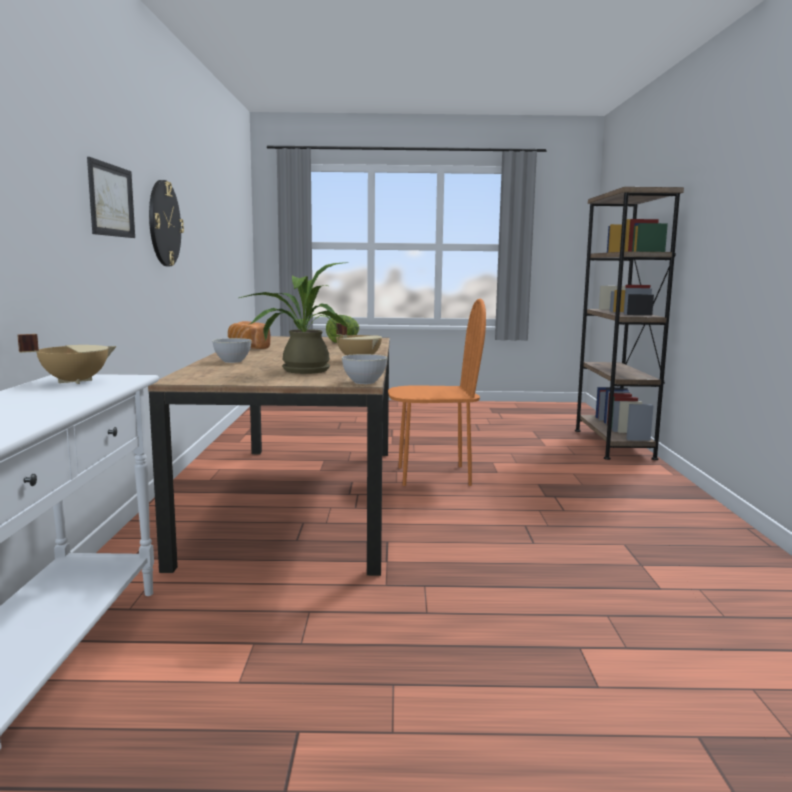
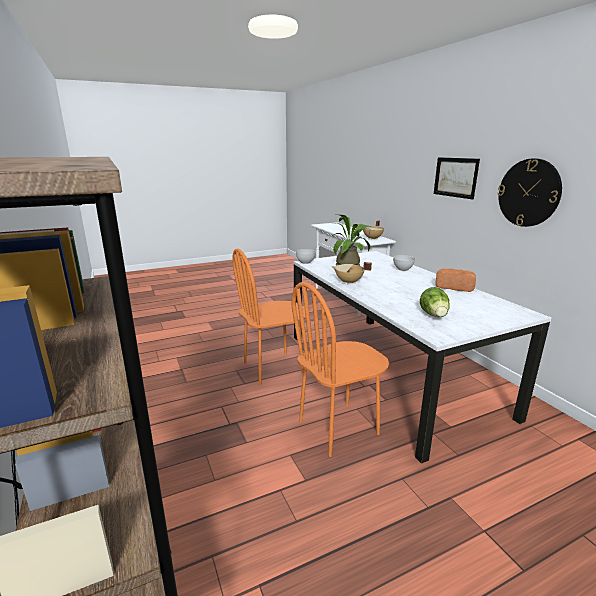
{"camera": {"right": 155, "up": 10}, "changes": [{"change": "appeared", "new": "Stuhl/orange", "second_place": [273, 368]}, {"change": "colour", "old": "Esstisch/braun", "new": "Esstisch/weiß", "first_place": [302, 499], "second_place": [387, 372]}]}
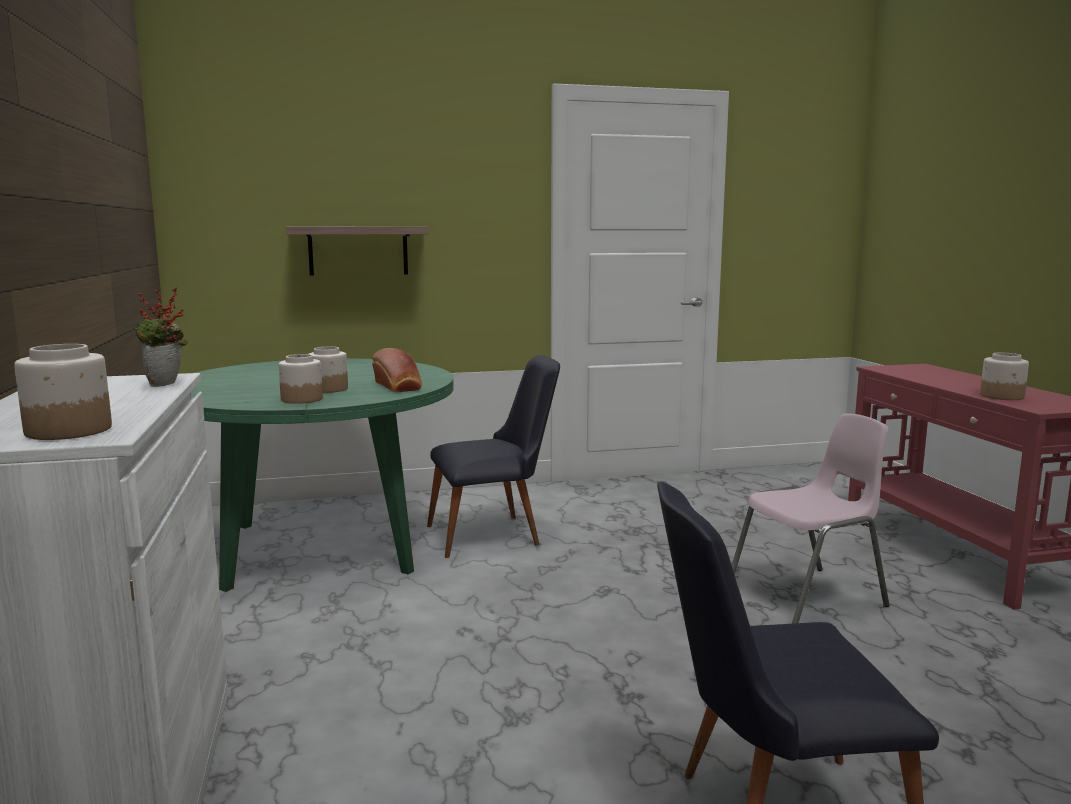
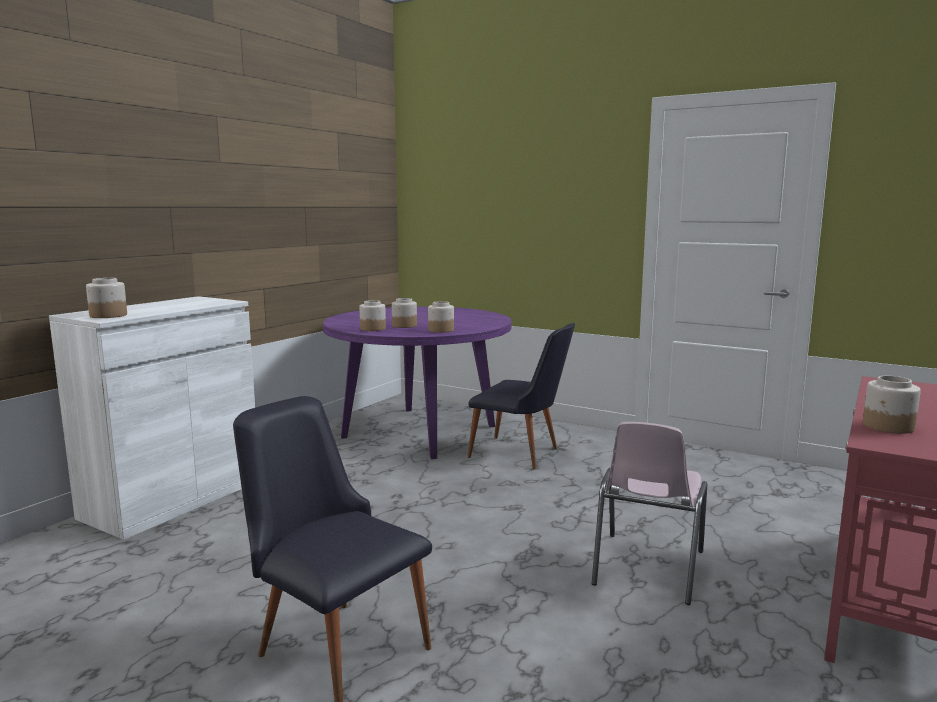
{"camera": {"right": 45, "up": 0}, "changes": [{"change": "colour", "old": "Esstisch/grün", "new": "Esstisch/lila", "first_place": [320, 547], "second_place": [419, 431]}, {"change": "exchanged", "old": "Brot", "new": "Vorratsglas", "first_place": [398, 387], "second_place": [440, 330]}, {"change": "spun", "old": "Stuhl/rosa", "first_place": [809, 597], "second_place": [646, 568], "degrees": 90}, {"change": "missing", "old": "Topfpflanze", "first_place": [166, 385]}, {"change": "missing", "old": "Wandregal", "first_place": [358, 250]}]}
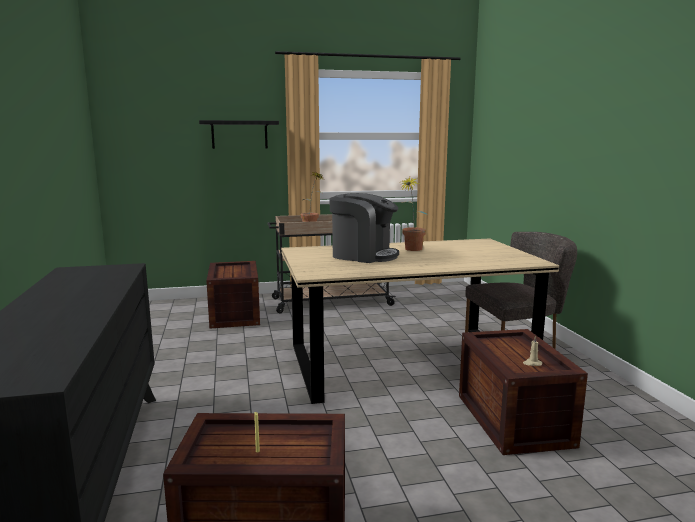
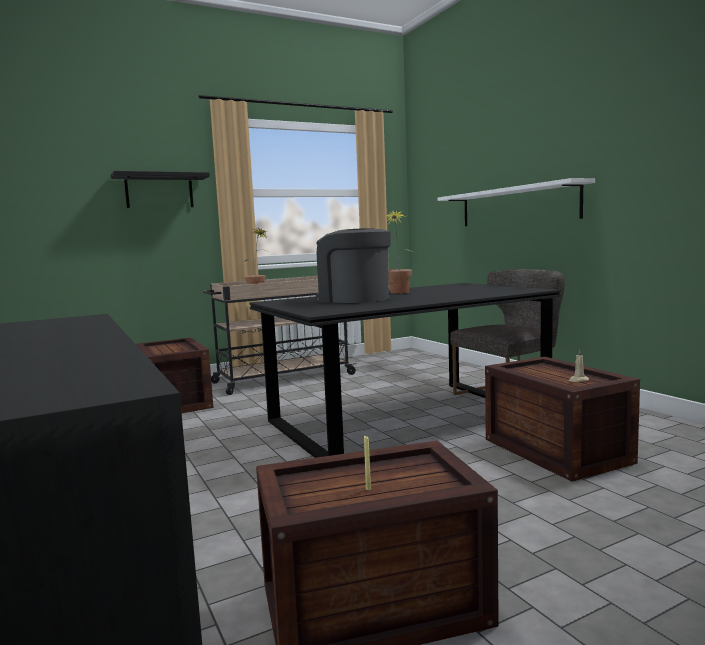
{"camera": {"right": -15, "up": -5}, "changes": [{"change": "colour", "old": "Esstisch/beige", "new": "Esstisch/schwarz", "first_place": [406, 360], "second_place": [406, 417]}, {"change": "spun", "old": "Kaffeemaschine", "first_place": [363, 255], "second_place": [354, 299], "degrees": -150}, {"change": "appeared", "new": "Wandregal/weiß", "second_place": [517, 206]}]}
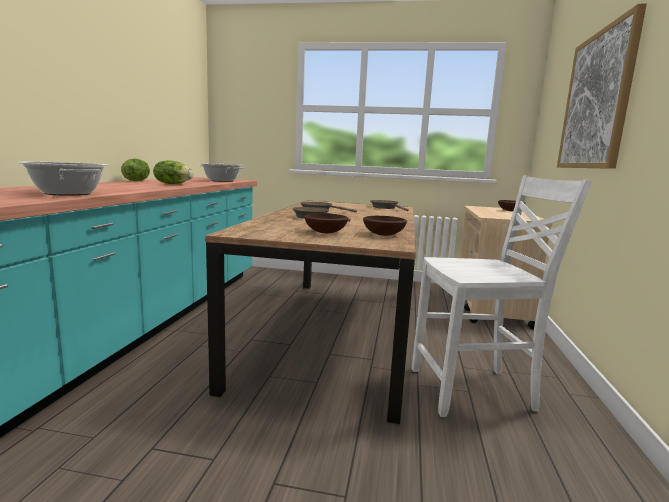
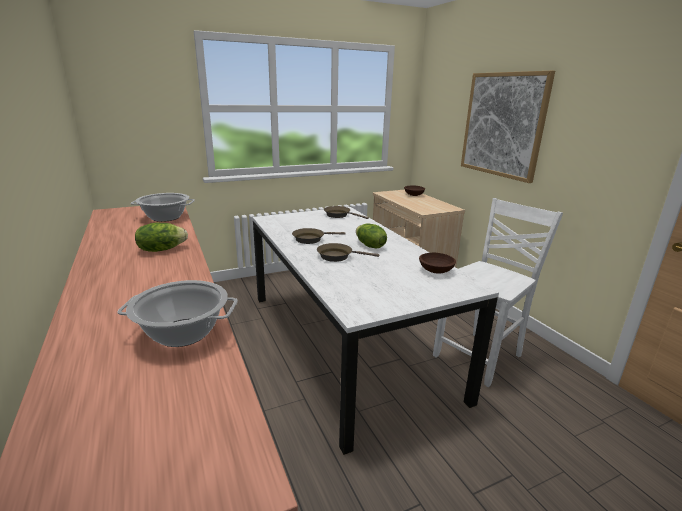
{"camera": {"right": -35, "up": 10}, "changes": [{"change": "colour", "old": "Esstisch/braun", "new": "Esstisch/weiß", "first_place": [335, 331], "second_place": [345, 342]}, {"change": "relocated", "old": "Salatkopf", "first_place": [136, 181], "second_place": [369, 246]}, {"change": "missing", "old": "Schüssel/braun", "first_place": [326, 232]}]}
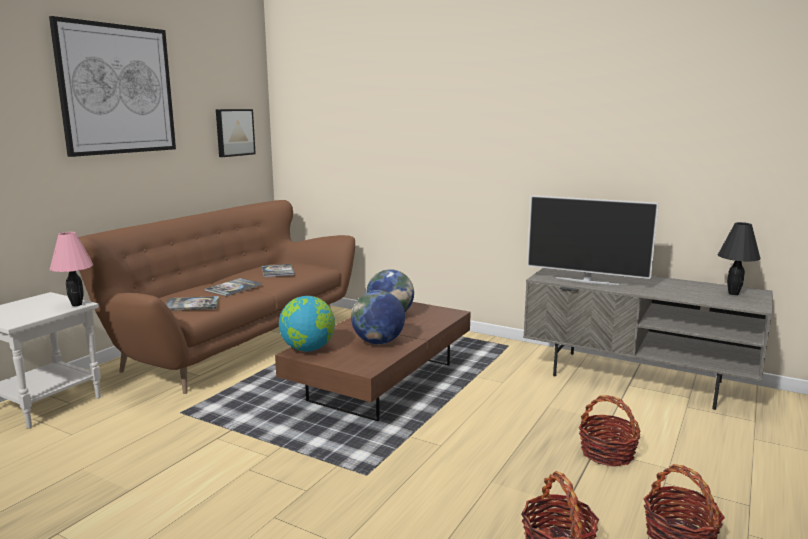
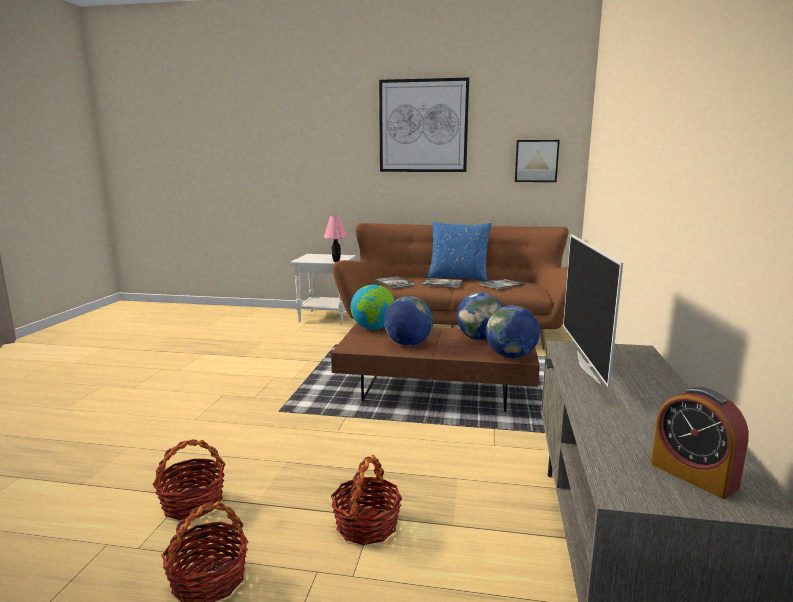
{"camera": {"right": 70, "up": 0}, "changes": [{"change": "appeared", "new": "Kissen/blau", "second_place": [458, 278]}, {"change": "appeared", "new": "Globus", "second_place": [511, 356]}, {"change": "exchanged", "old": "Tischlampe/schwarz", "new": "Wecker", "first_place": [733, 294], "second_place": [693, 475]}]}
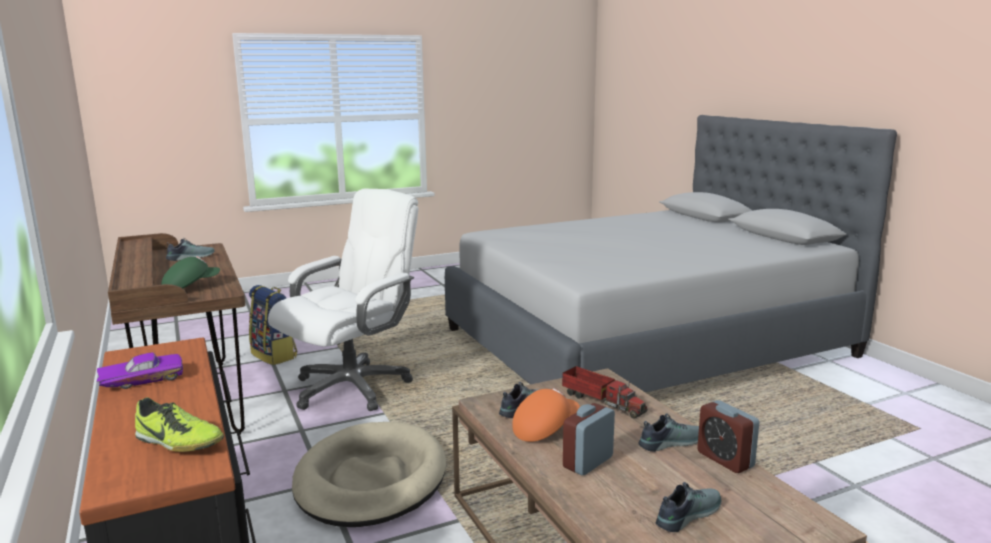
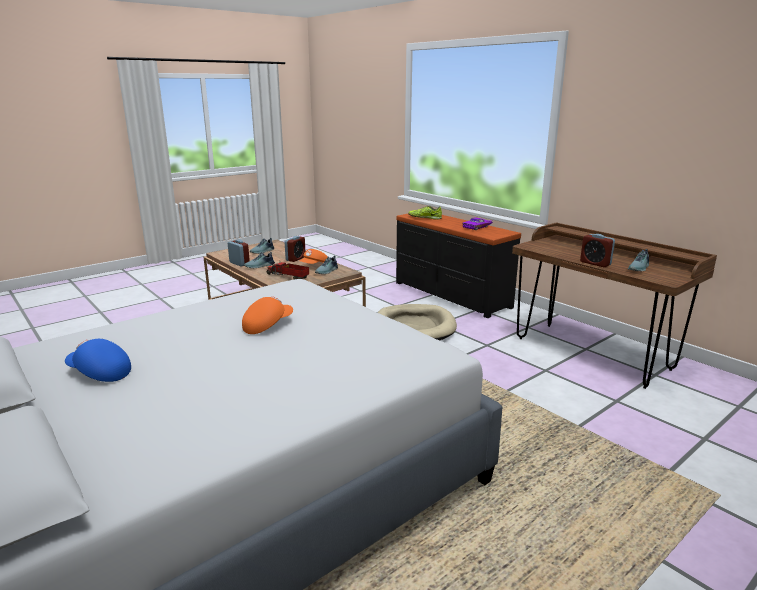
{"camera": {"right": 165, "up": 5}, "changes": [{"change": "appeared", "new": "Kappe/blau", "second_place": [99, 373]}, {"change": "appeared", "new": "Kappe/orange", "second_place": [267, 325]}, {"change": "appeared", "new": "Wecker", "second_place": [595, 263]}, {"change": "missing", "old": "Kappe/grün", "first_place": [190, 287]}, {"change": "missing", "old": "Rucksack", "first_place": [275, 355]}, {"change": "missing", "old": "Bürostuhl/weiß", "first_place": [352, 387]}]}
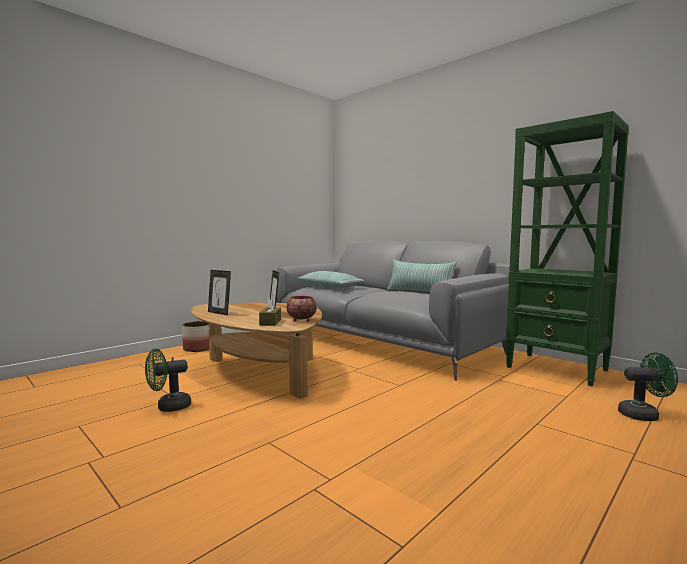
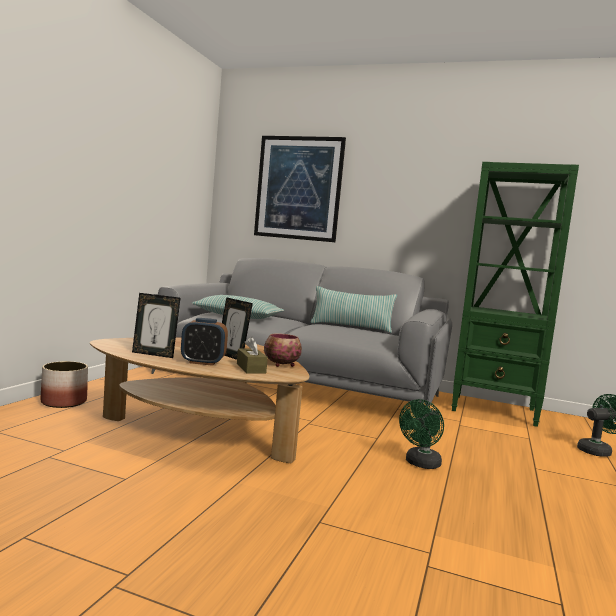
{"camera": {"right": -25, "up": 0}, "changes": [{"change": "appeared", "new": "Wecker", "second_place": [202, 362]}, {"change": "appeared", "new": "Bild", "second_place": [298, 188]}, {"change": "relocated", "old": "Ventilator/grün", "first_place": [168, 407], "second_place": [420, 464]}]}
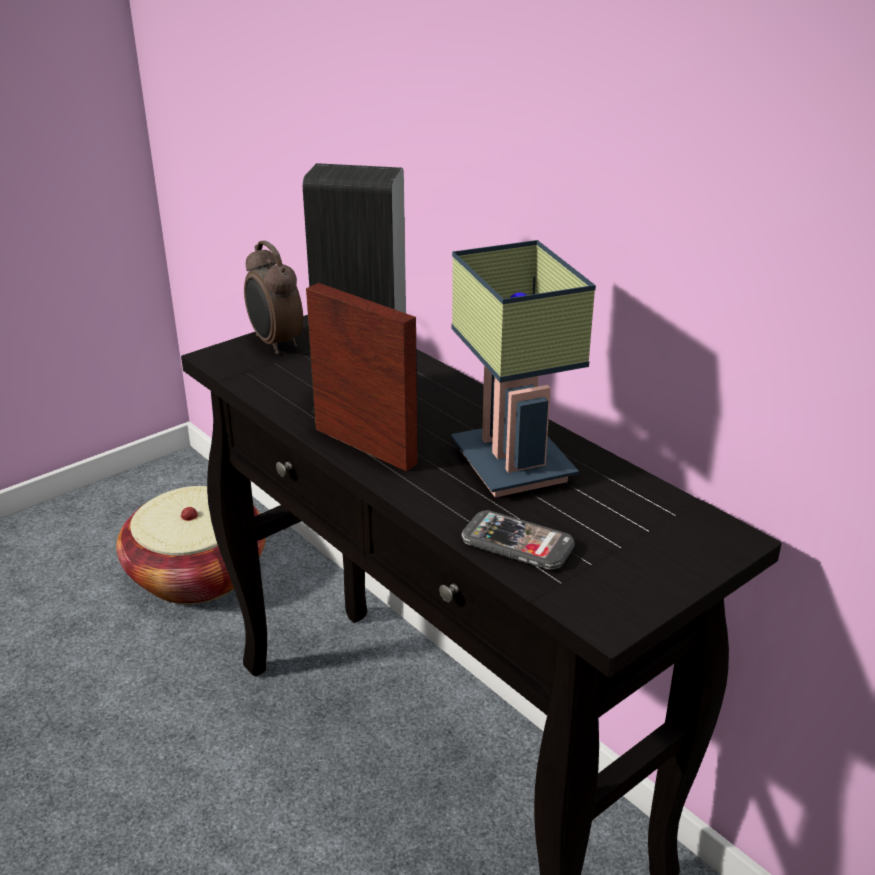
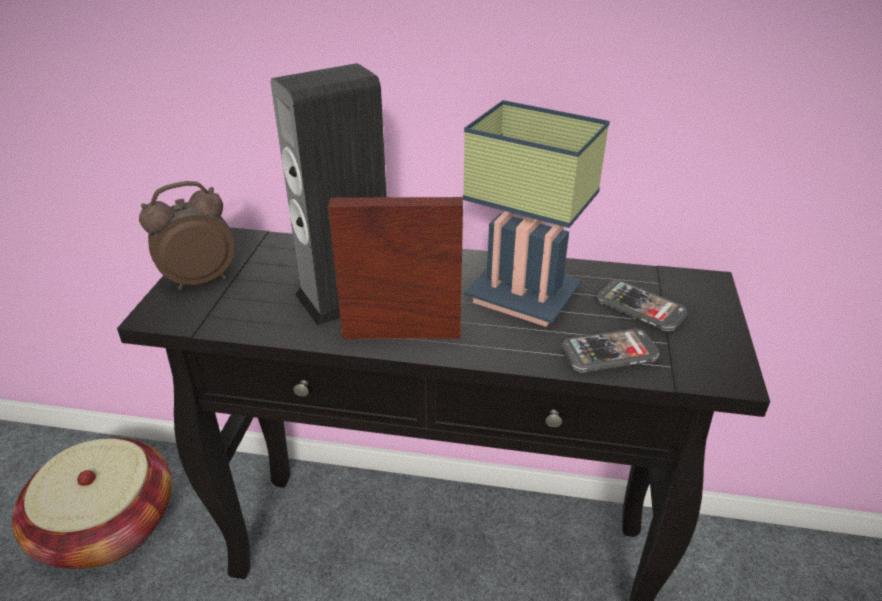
{"camera": {"right": -40, "up": 5}, "changes": [{"change": "spun", "old": "Wecker", "first_place": [275, 344], "second_place": [199, 279], "degrees": 135}, {"change": "appeared", "new": "Handy", "second_place": [640, 308]}]}
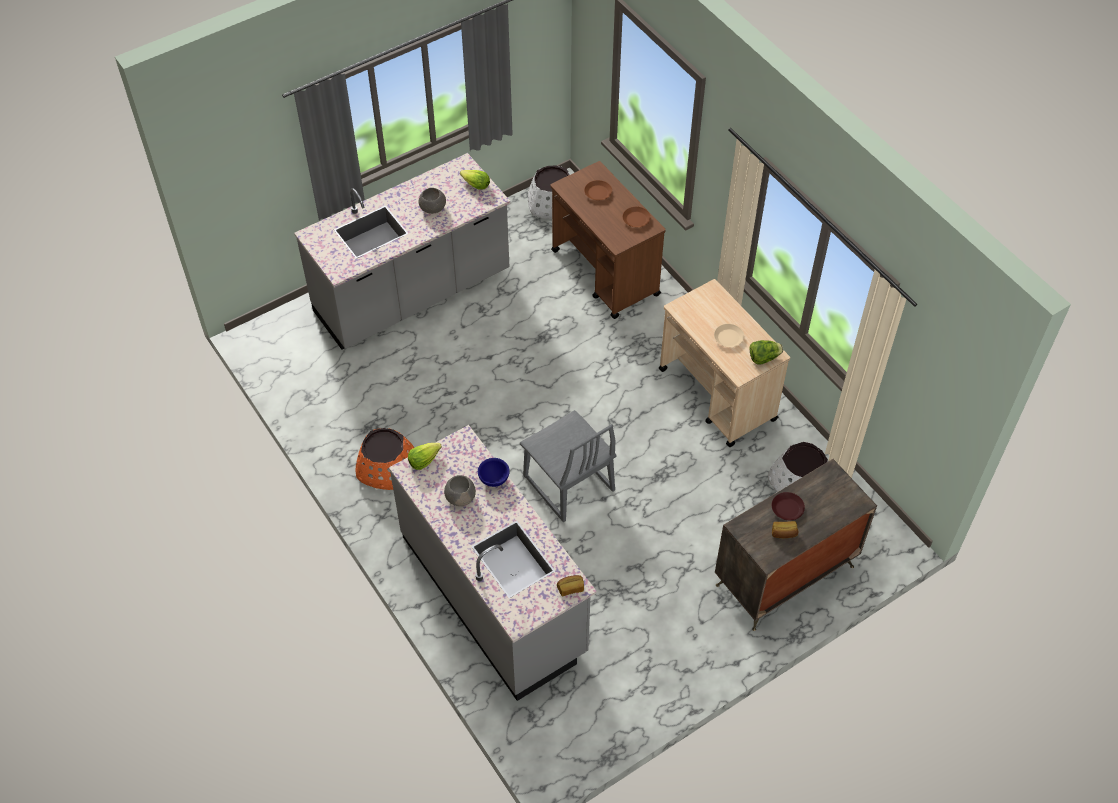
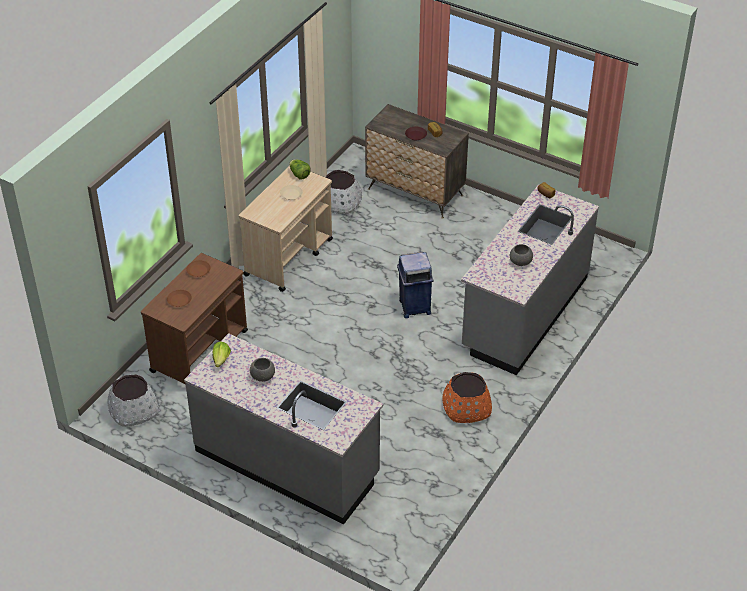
{"camera": {"right": -115, "up": -10}, "changes": [{"change": "exchanged", "old": "Stuhl/grau", "new": "Mülleimer/blau", "first_place": [568, 484], "second_place": [414, 307]}, {"change": "missing", "old": "Salatkopf", "first_place": [424, 460]}, {"change": "missing", "old": "Schüssel/blau", "first_place": [493, 479]}]}
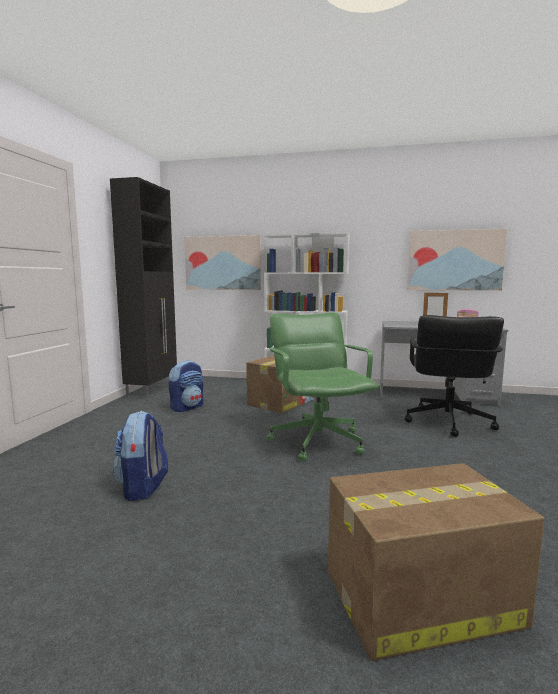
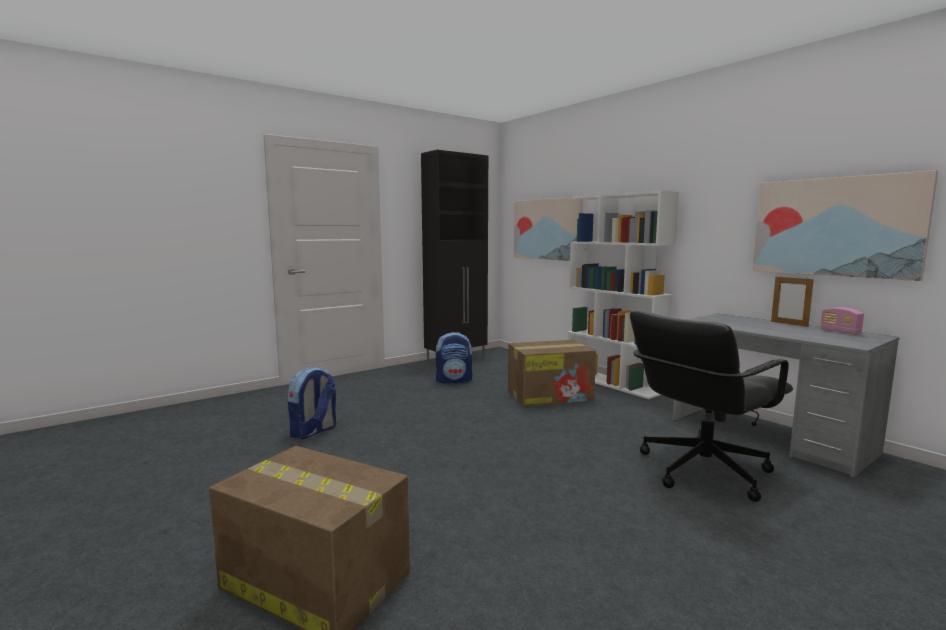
{"camera": {"right": 40, "up": 0}, "changes": [{"change": "missing", "old": "Bürostuhl/grün", "first_place": [318, 441]}]}
